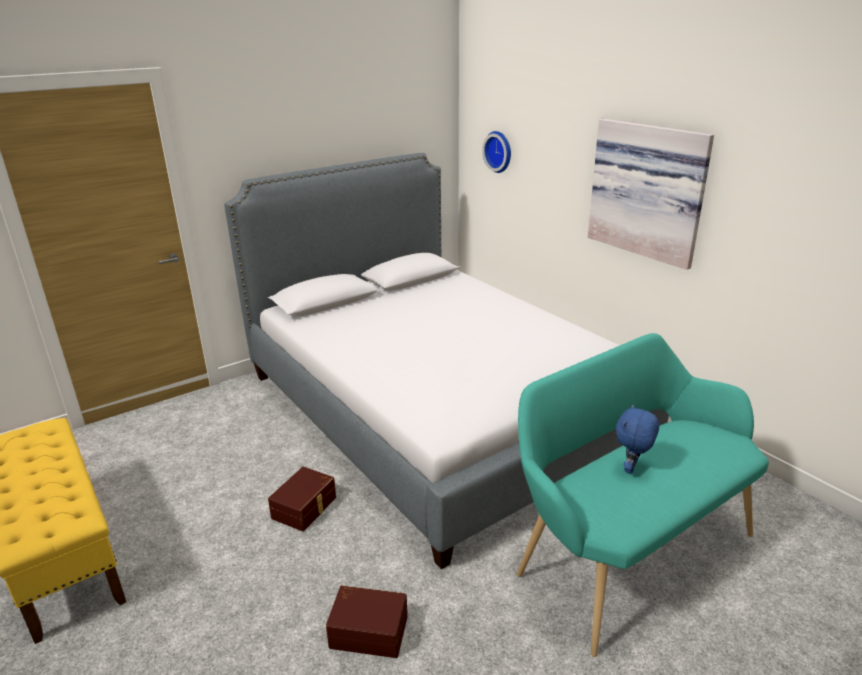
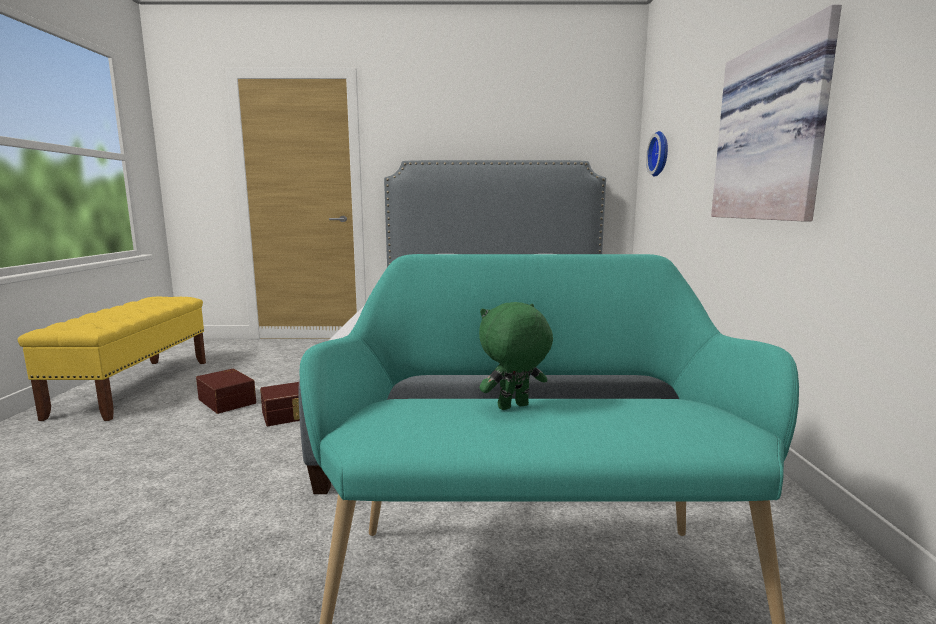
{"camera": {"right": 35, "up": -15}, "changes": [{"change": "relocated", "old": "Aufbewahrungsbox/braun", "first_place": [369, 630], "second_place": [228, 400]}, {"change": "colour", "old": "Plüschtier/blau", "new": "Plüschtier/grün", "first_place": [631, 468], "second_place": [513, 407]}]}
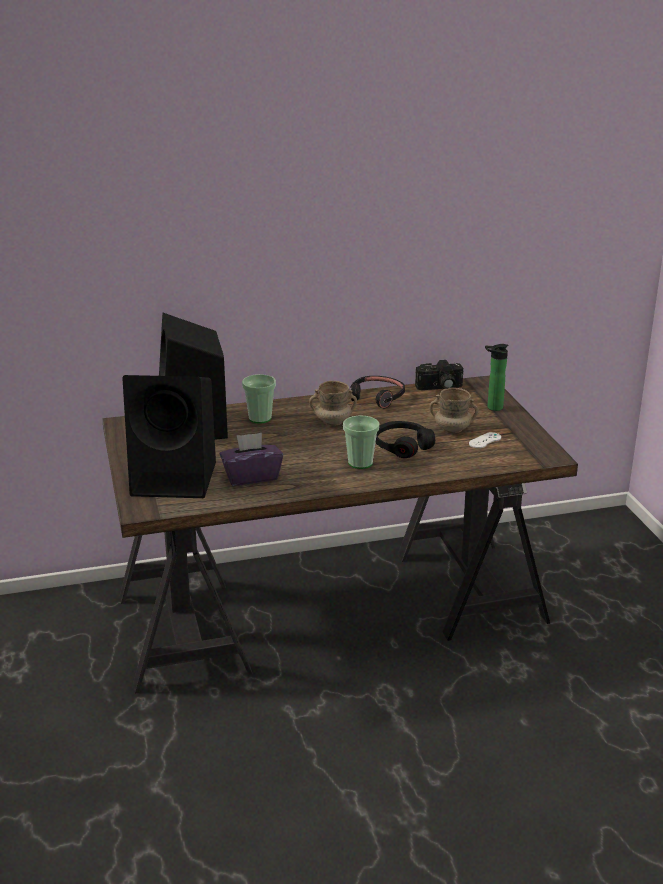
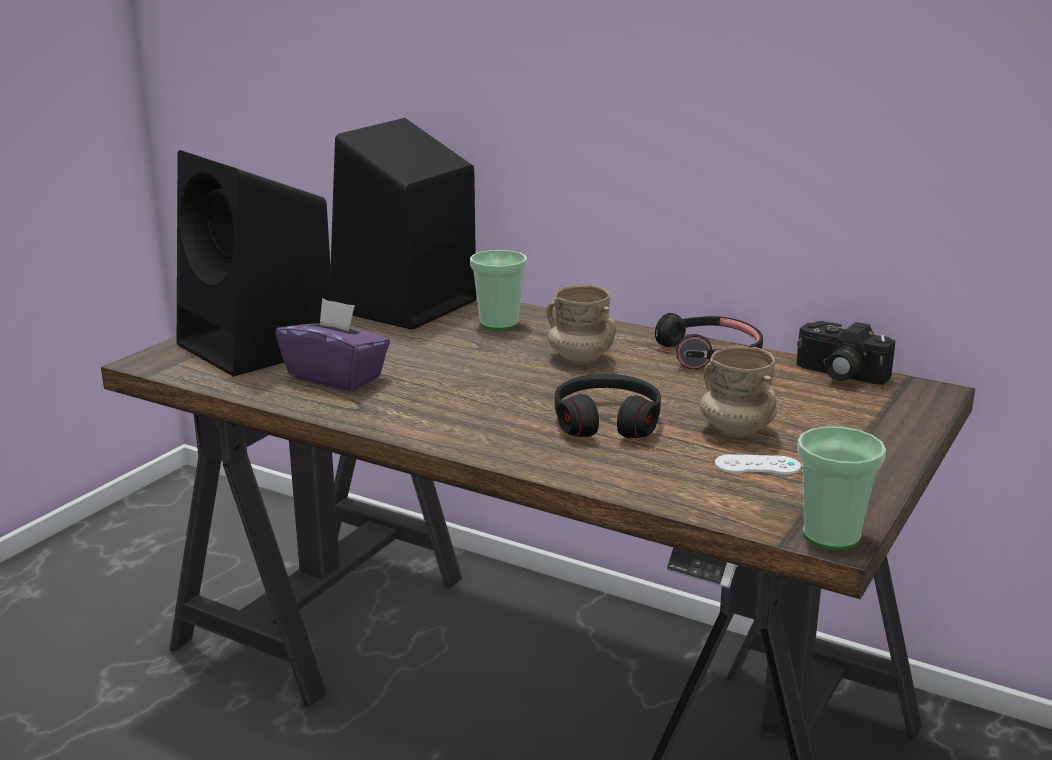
{"camera": {"right": 45, "up": -5}, "changes": [{"change": "relocated", "old": "Tasse", "first_place": [360, 463], "second_place": [831, 536]}, {"change": "missing", "old": "Flasche", "first_place": [492, 408]}]}
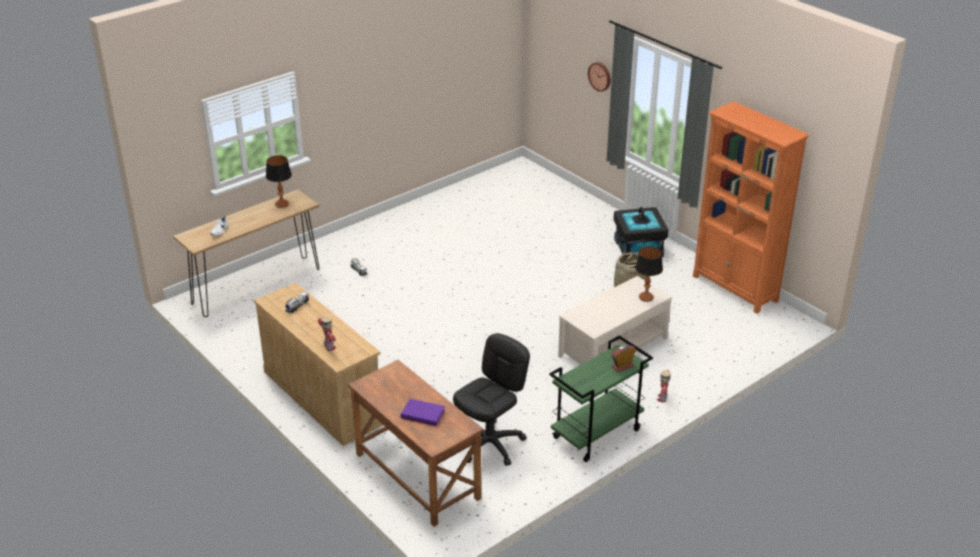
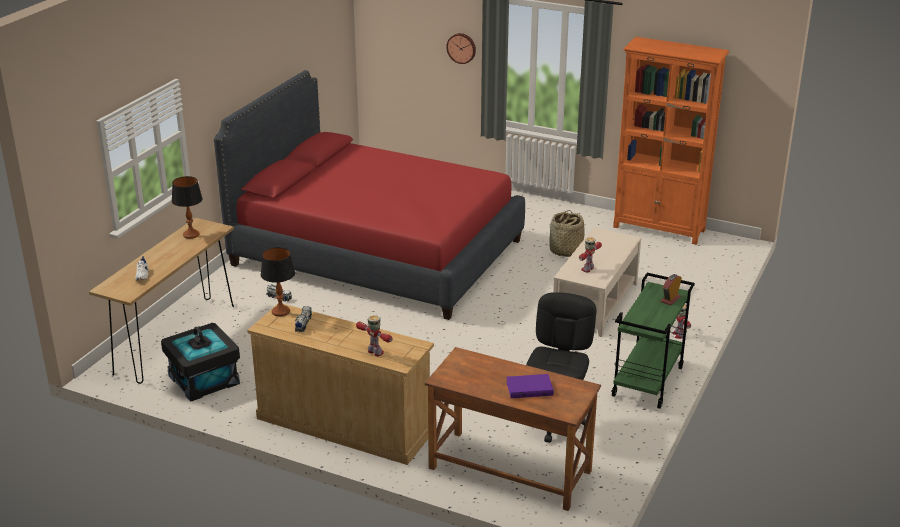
{"camera": {"right": -25, "up": -5}, "changes": [{"change": "relocated", "old": "Aufbewahrungsbox/schwarz", "first_place": [639, 248], "second_place": [204, 380]}, {"change": "appeared", "new": "Bett/rot", "second_place": [377, 252]}, {"change": "relocated", "old": "Tischlampe", "first_place": [646, 297], "second_place": [280, 312]}, {"change": "appeared", "new": "Spielzeugroboter", "second_place": [588, 269]}]}
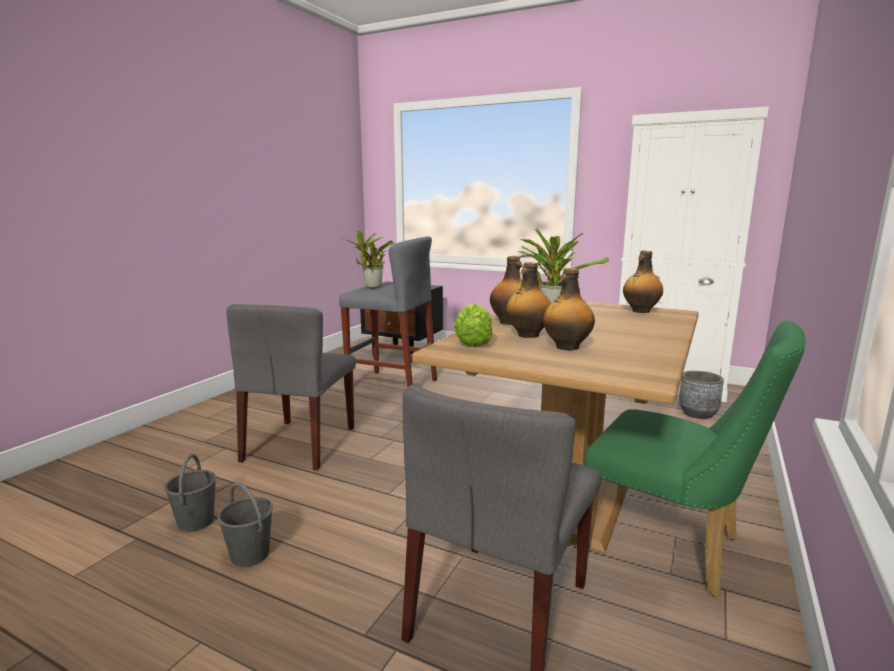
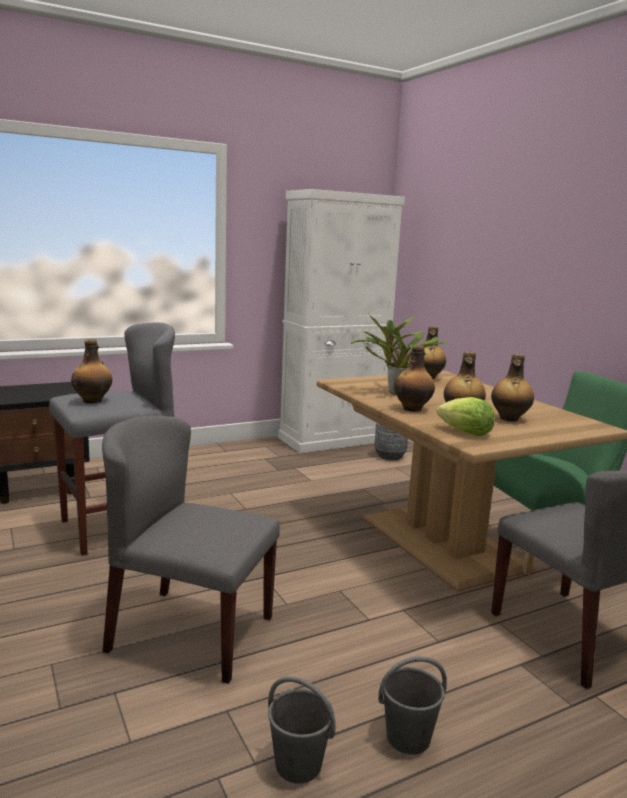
{"camera": {"right": -55, "up": 0}, "changes": [{"change": "exchanged", "old": "Topfpflanze", "new": "Flasche", "first_place": [372, 287], "second_place": [93, 401]}, {"change": "spun", "old": "Stuhl/grau", "first_place": [300, 444], "second_place": [190, 633], "degrees": 150}]}
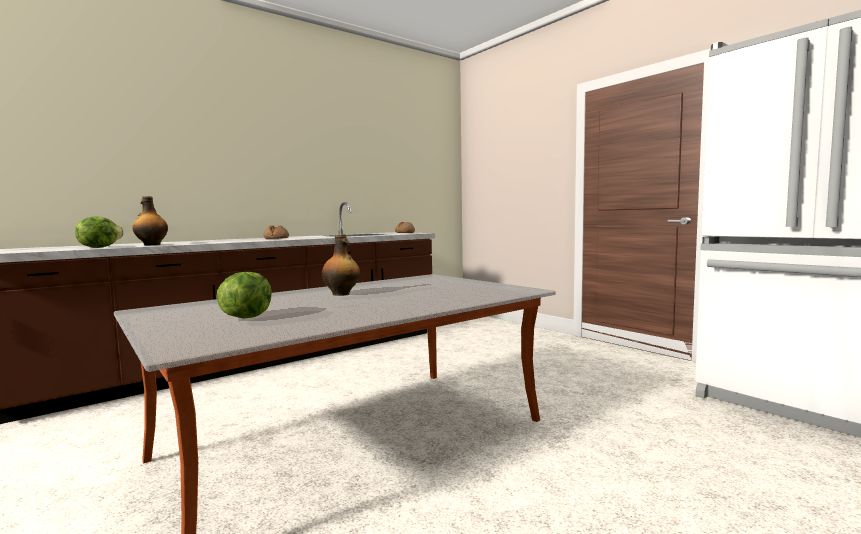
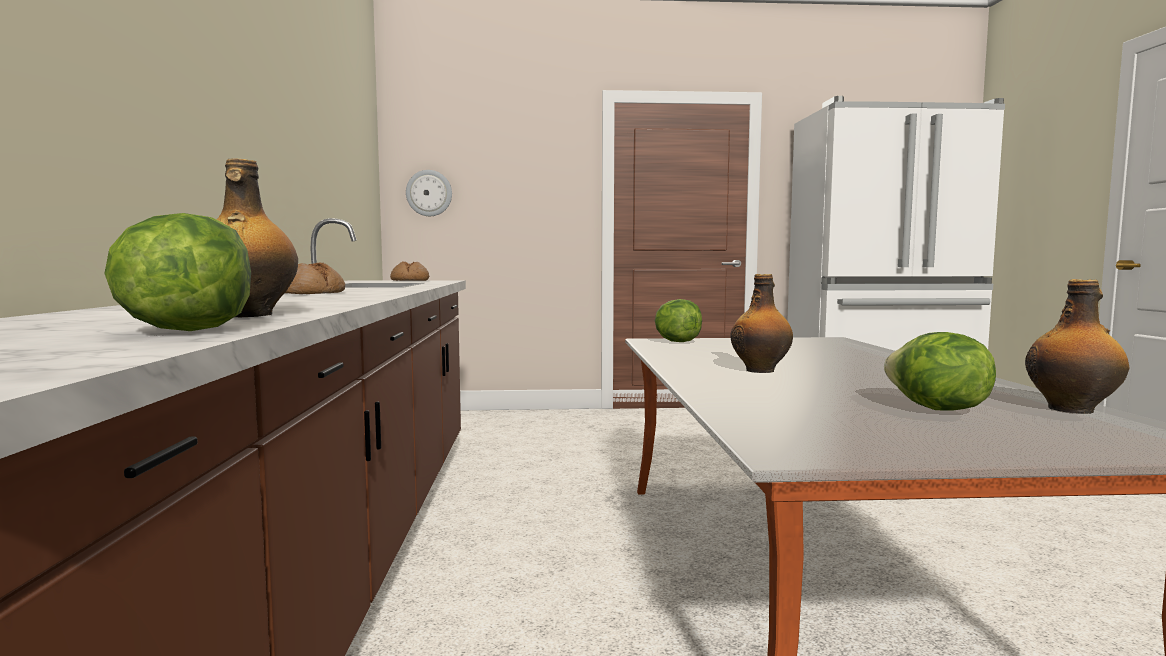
{"camera": {"right": -55, "up": 0}, "changes": [{"change": "appeared", "new": "Wanduhr", "second_place": [429, 193]}, {"change": "appeared", "new": "Salatkopf", "second_place": [676, 342]}, {"change": "appeared", "new": "Flasche", "second_place": [1072, 409]}]}
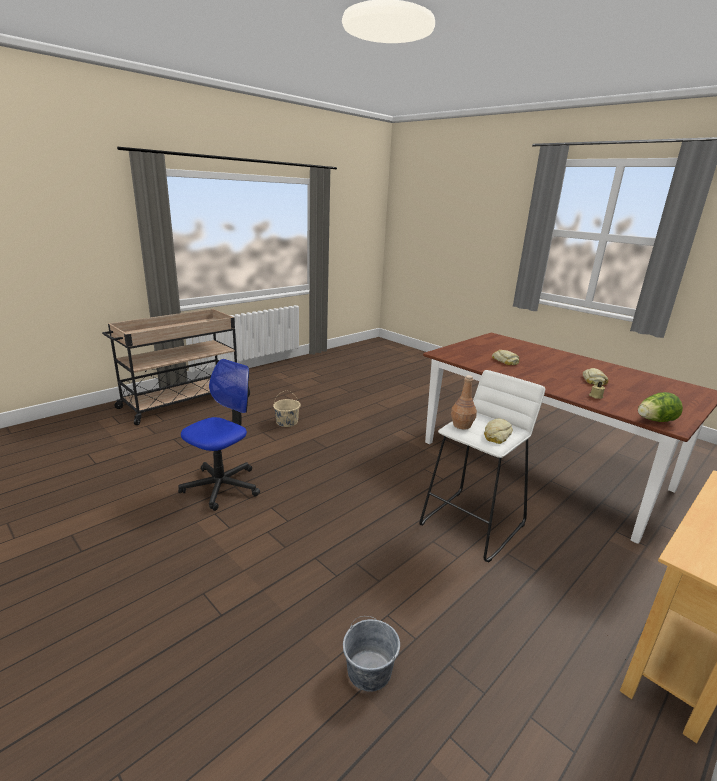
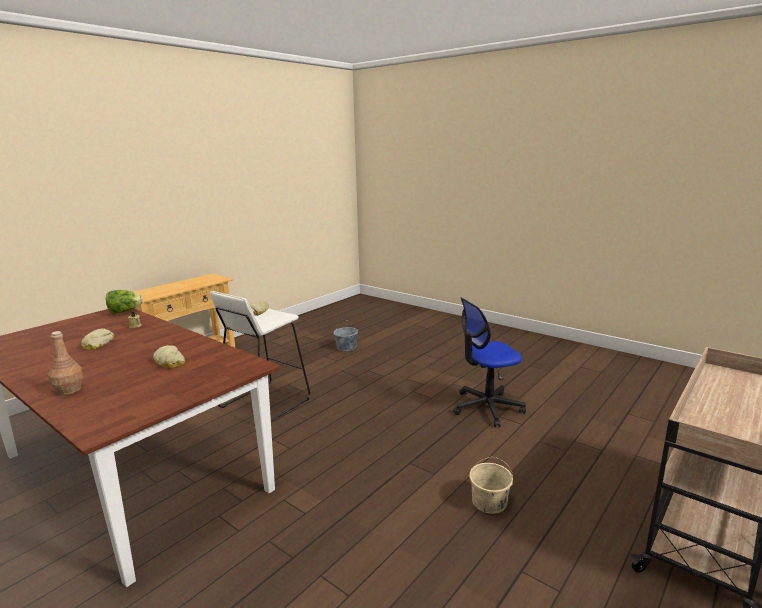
{"camera": {"right": 175, "up": -5}, "changes": [{"change": "relocated", "old": "Flasche/braun", "first_place": [461, 425], "second_place": [69, 390]}, {"change": "spun", "old": "Bürostuhl", "first_place": [221, 486], "second_place": [487, 407], "degrees": 45}]}
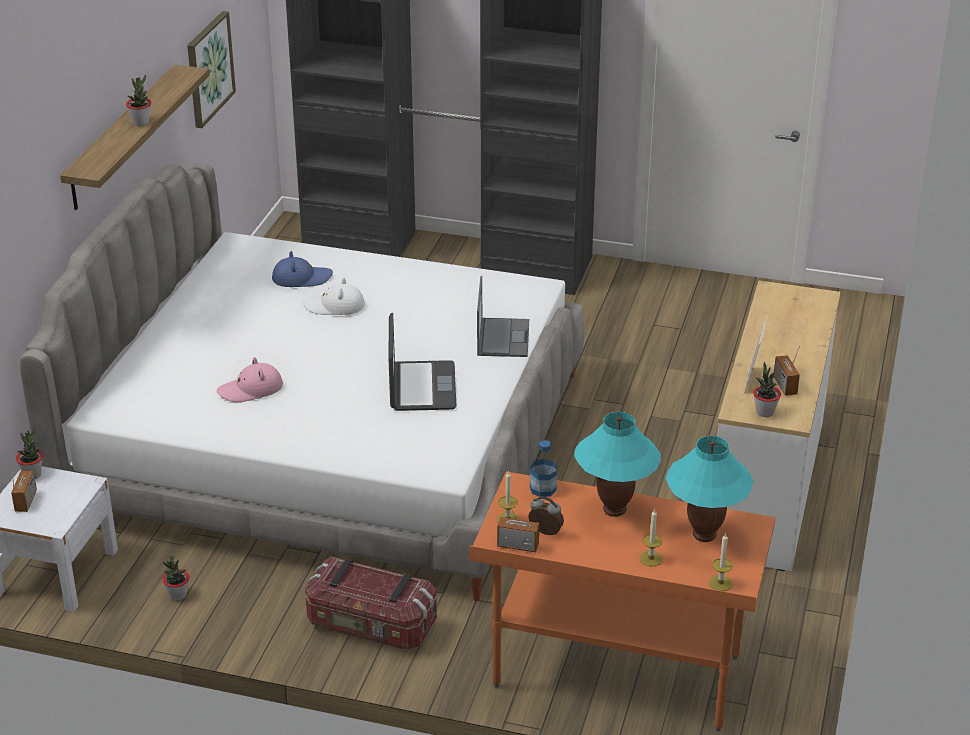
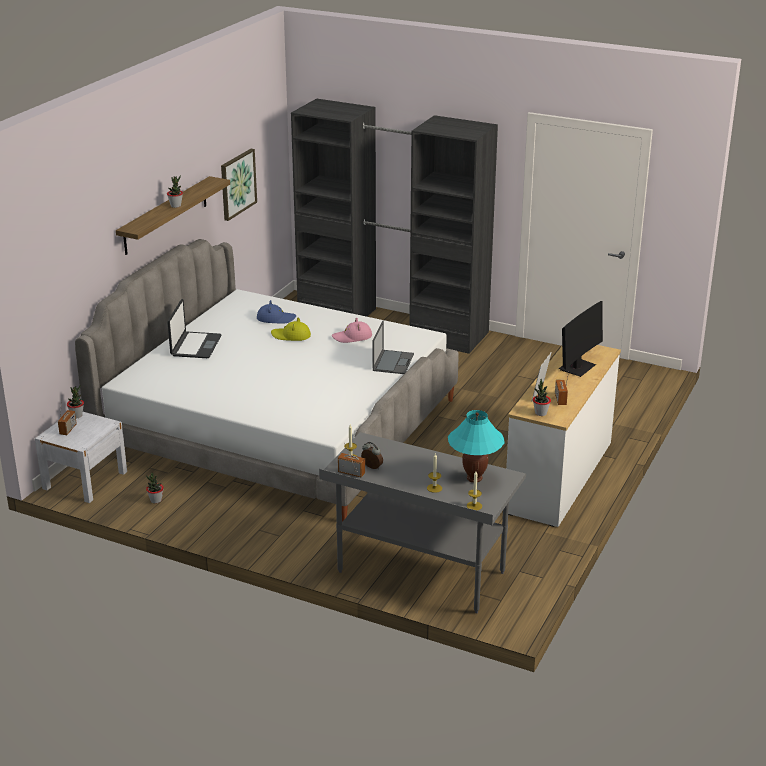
{"camera": {"right": 10, "up": -5}, "changes": [{"change": "relocated", "old": "Laptop", "first_place": [421, 387], "second_place": [195, 346]}, {"change": "colour", "old": "Hut/weiß", "new": "Hut/gelb", "first_place": [334, 306], "second_place": [291, 336]}, {"change": "colour", "old": "Schreibtisch/orange", "new": "Schreibtisch/grau", "first_place": [616, 672], "second_place": [420, 572]}, {"change": "relocated", "old": "Hut/rosa", "first_place": [251, 389], "second_place": [352, 337]}, {"change": "appeared", "new": "Monitor", "second_place": [577, 367]}, {"change": "missing", "old": "Aufbewahrungsbox", "first_place": [371, 626]}, {"change": "missing", "old": "Flasche", "first_place": [543, 489]}, {"change": "missing", "old": "Tischlampe/türkis", "first_place": [614, 510]}]}
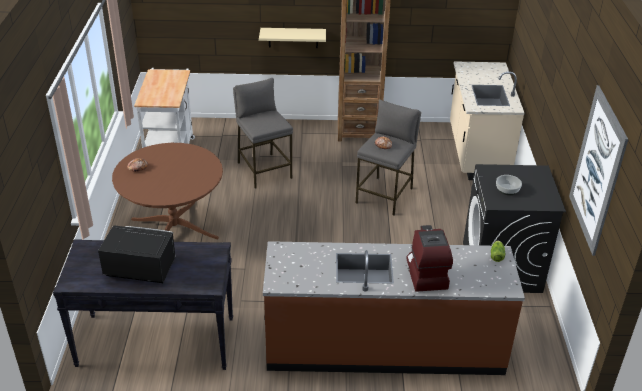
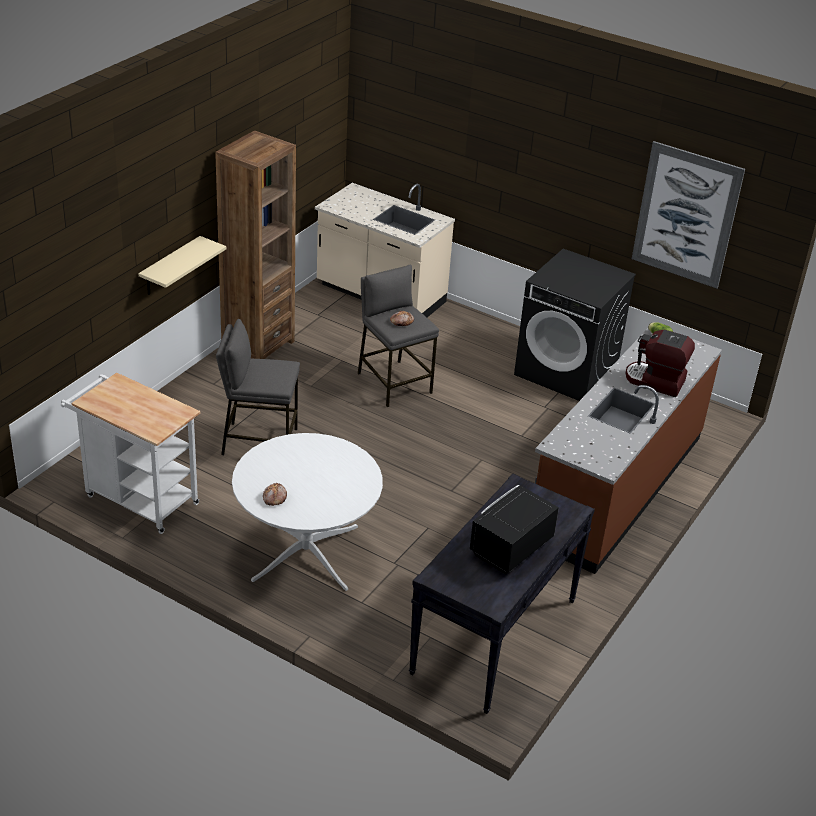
{"camera": {"right": -60, "up": 0}, "changes": [{"change": "colour", "old": "Esstisch/braun", "new": "Esstisch/weiß", "first_place": [174, 229], "second_place": [306, 553]}, {"change": "missing", "old": "Schüssel", "first_place": [507, 189]}]}
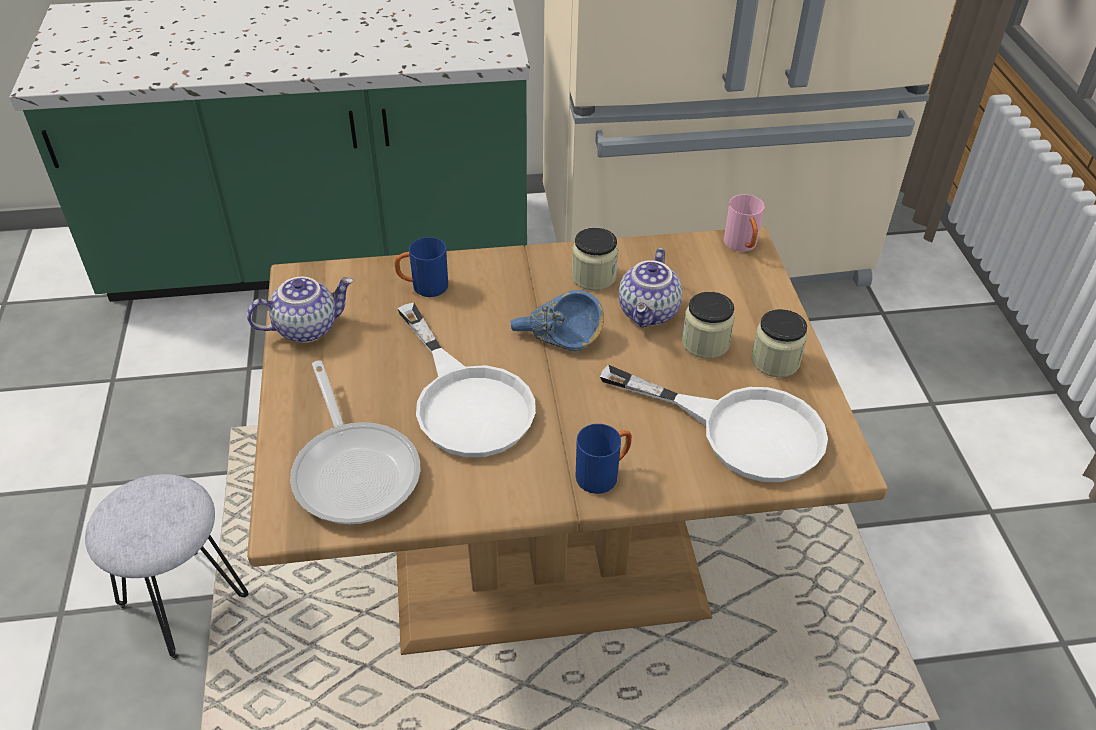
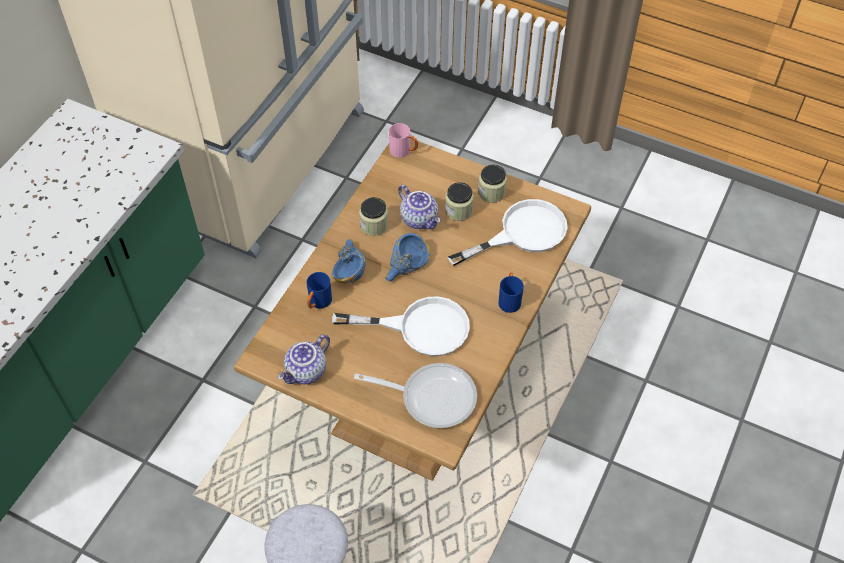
{"camera": {"right": -55, "up": 10}, "changes": [{"change": "spun", "old": "Teekanne", "first_place": [307, 327], "second_place": [307, 372], "degrees": -150}, {"change": "appeared", "new": "Schüssel/blau", "second_place": [348, 267]}]}
